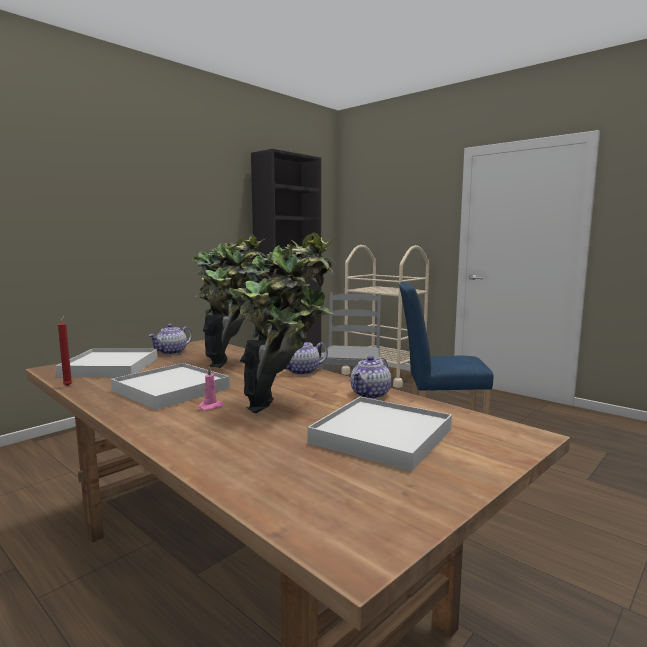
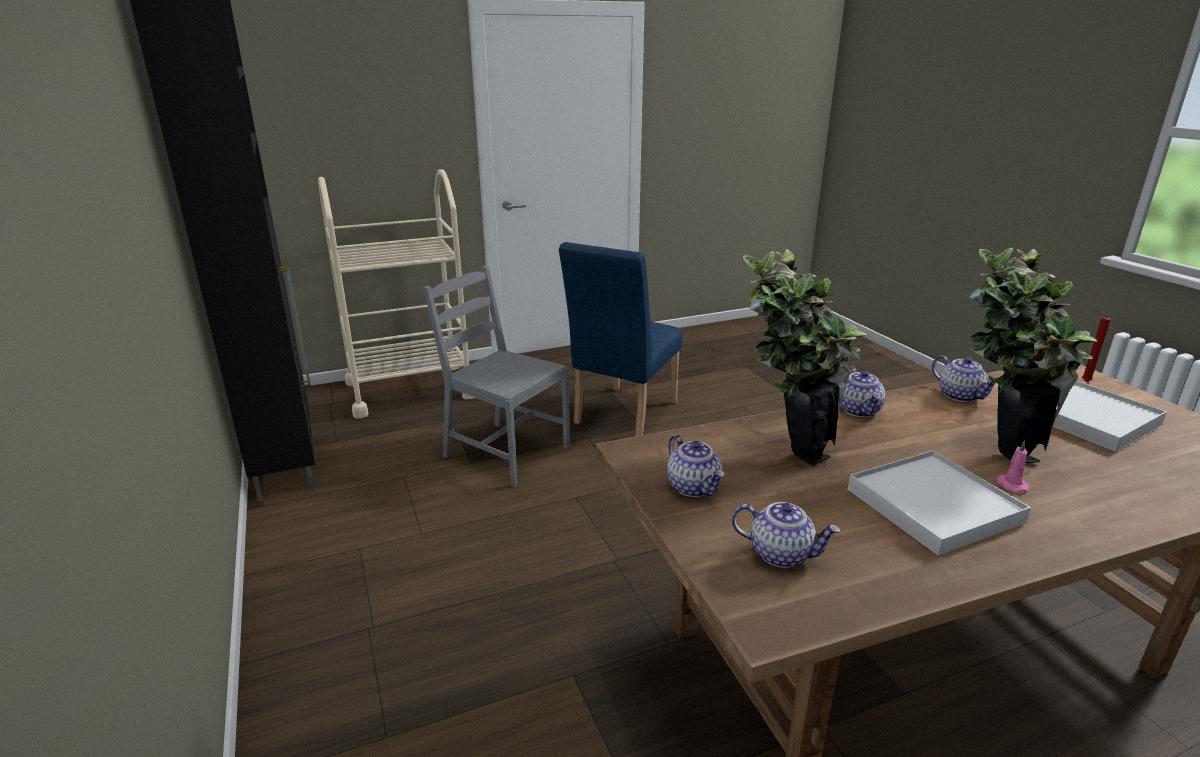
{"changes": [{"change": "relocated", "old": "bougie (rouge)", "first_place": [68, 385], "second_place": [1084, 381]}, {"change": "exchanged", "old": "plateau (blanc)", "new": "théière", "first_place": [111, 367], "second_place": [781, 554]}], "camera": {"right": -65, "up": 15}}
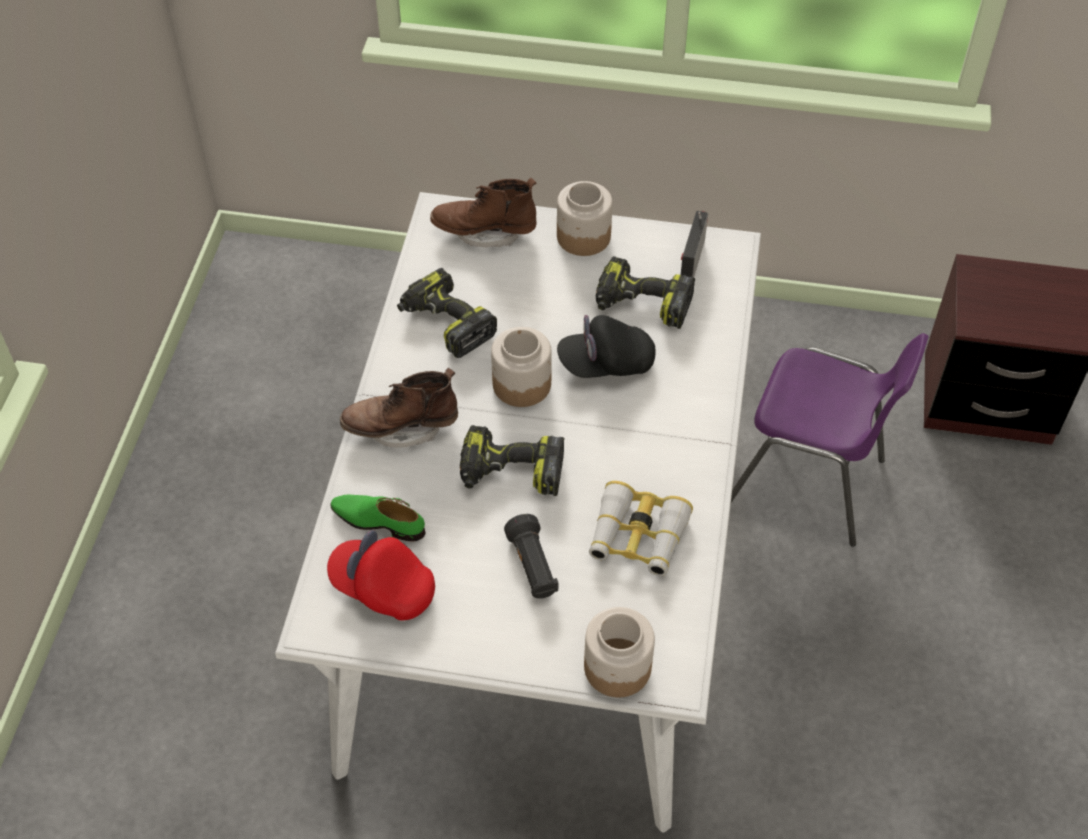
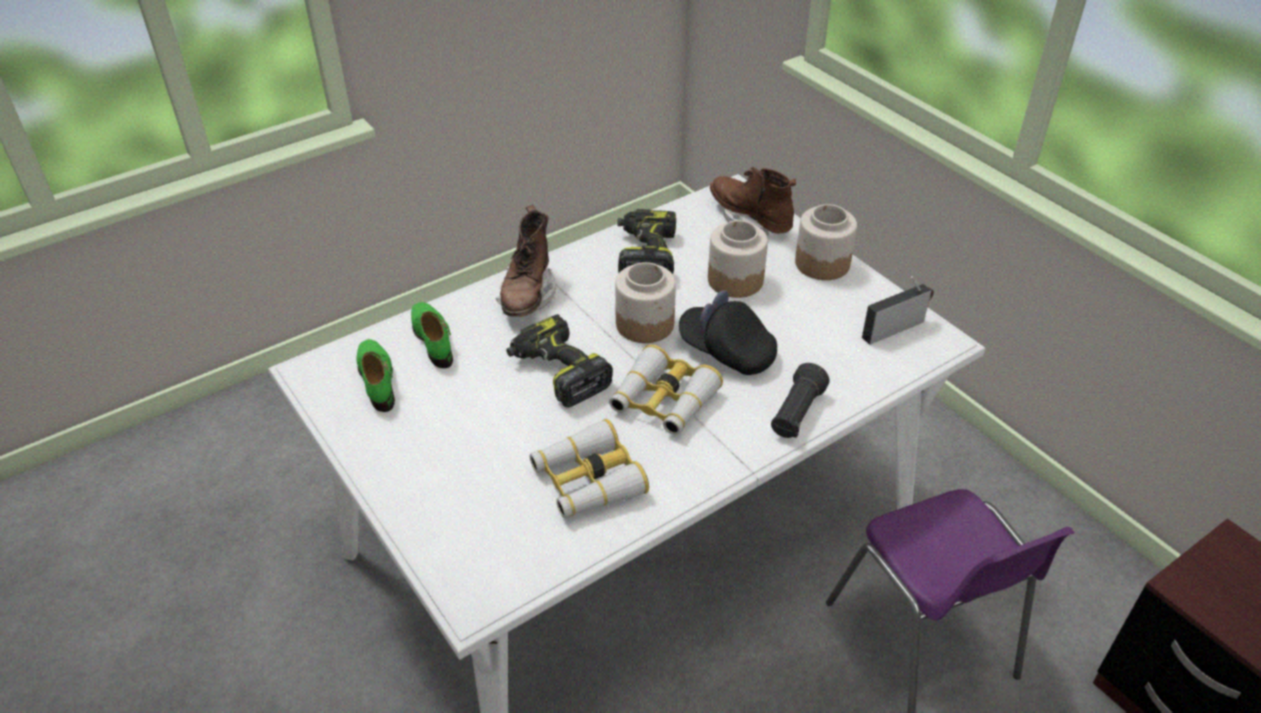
{"changes": [{"change": "missing", "old": "perceuse", "first_place": [641, 305]}, {"change": "spun", "old": "botte (marron)", "first_place": [401, 427], "second_place": [527, 296], "degrees": -120}, {"change": "relocated", "old": "lampe de poche (noir)", "first_place": [532, 567], "second_place": [796, 414]}, {"change": "exchanged", "old": "casquette (rouge)", "new": "chaussure (vert)", "first_place": [383, 588], "second_place": [377, 379]}, {"change": "relocated", "old": "bocal", "first_place": [616, 667], "second_place": [735, 280]}, {"change": "appeared", "new": "jumelles", "second_place": [663, 401]}], "camera": {"right": 45, "up": -10}}
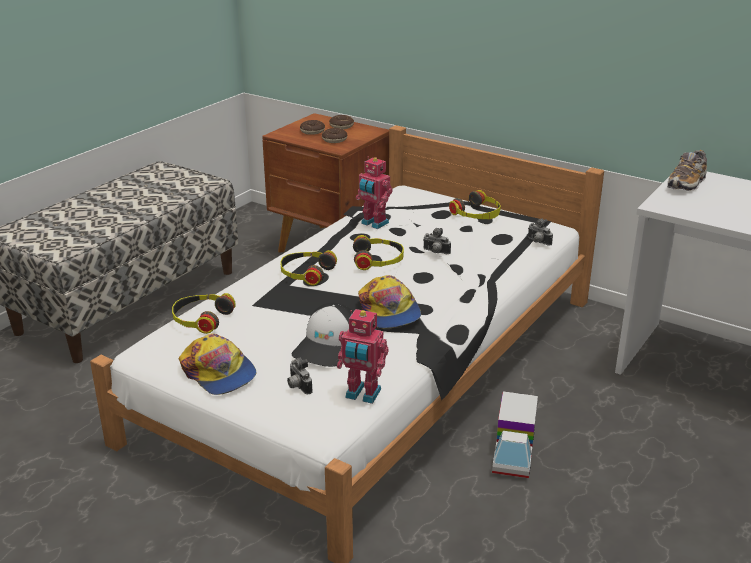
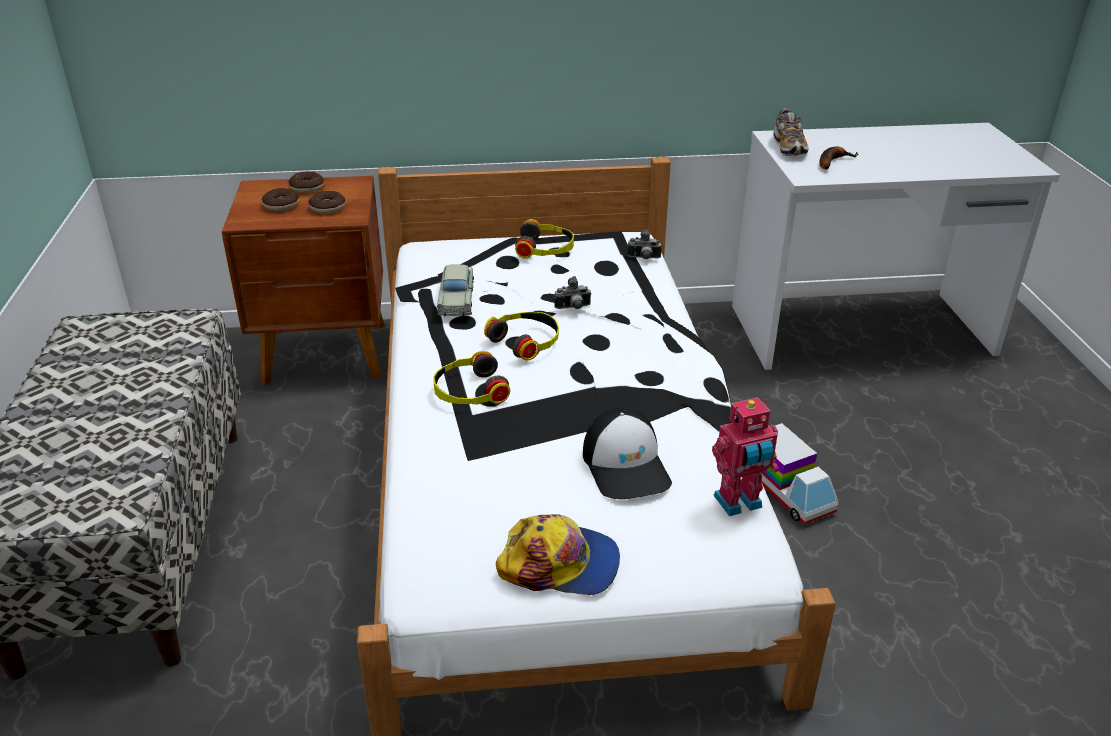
{"changes": [{"change": "exchanged", "old": "robot jouet", "new": "petite voiture (beige)", "first_place": [373, 223], "second_place": [457, 300]}, {"change": "missing", "old": "casquette", "first_place": [389, 311]}, {"change": "missing", "old": "casque audio", "first_place": [201, 319]}, {"change": "missing", "old": "appareil photo", "first_place": [297, 387]}, {"change": "appeared", "new": "banane", "second_place": [832, 161]}], "camera": {"right": -40, "up": 5}}
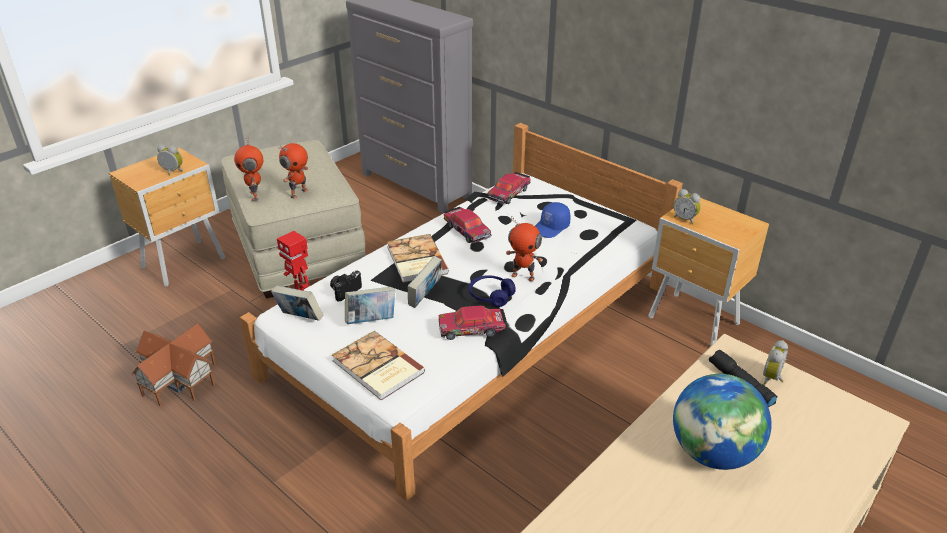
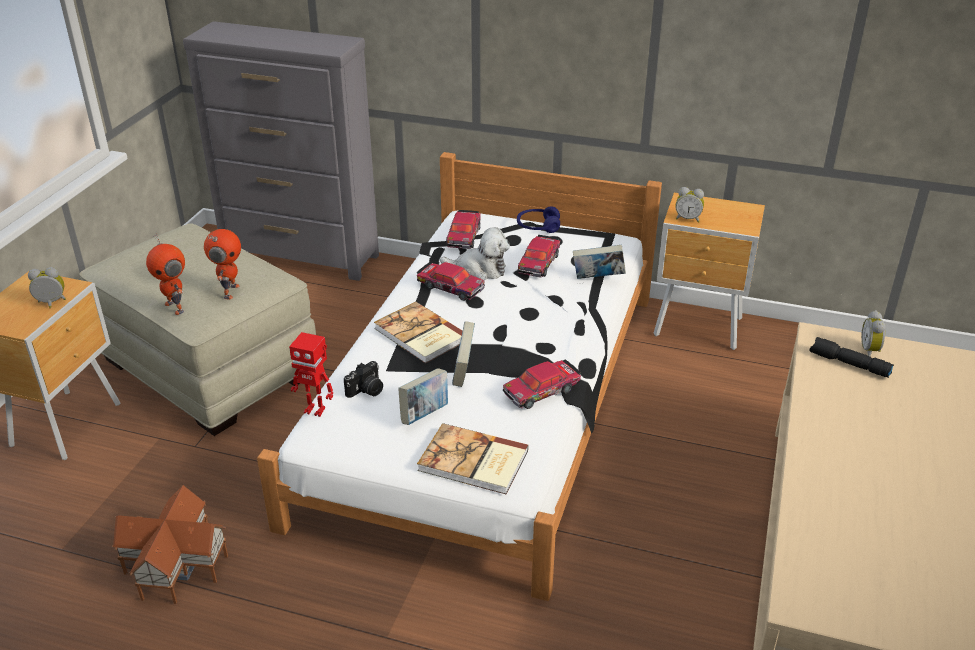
{"changes": [{"change": "exchanged", "old": "casquette (bleu)", "new": "petite voiture", "first_place": [551, 228], "second_place": [539, 262]}, {"change": "missing", "old": "robot jouet", "first_place": [523, 276]}, {"change": "spun", "old": "appareil photo", "first_place": [345, 291], "second_place": [366, 391], "degrees": -150}, {"change": "relocated", "old": "casque audio (bleu)", "first_place": [490, 296], "second_place": [538, 227]}, {"change": "relocated", "old": "livre", "first_place": [299, 318], "second_place": [597, 279]}, {"change": "missing", "old": "globe", "first_place": [713, 453]}, {"change": "appeared", "new": "peluche", "second_place": [479, 270]}], "camera": {"right": -25, "up": 0}}
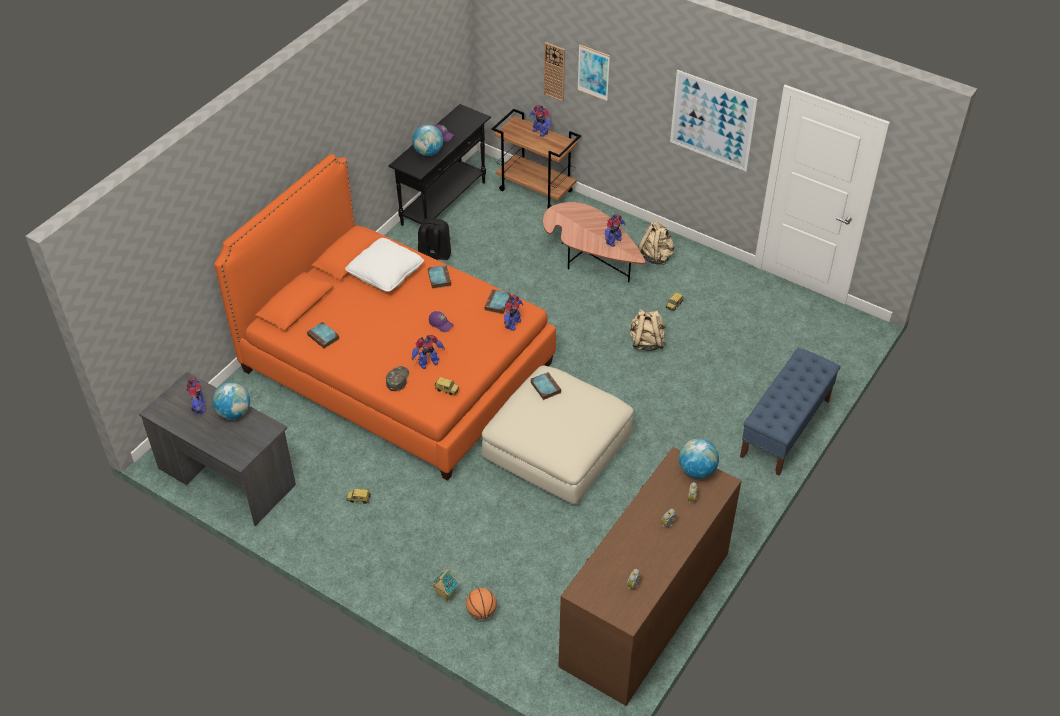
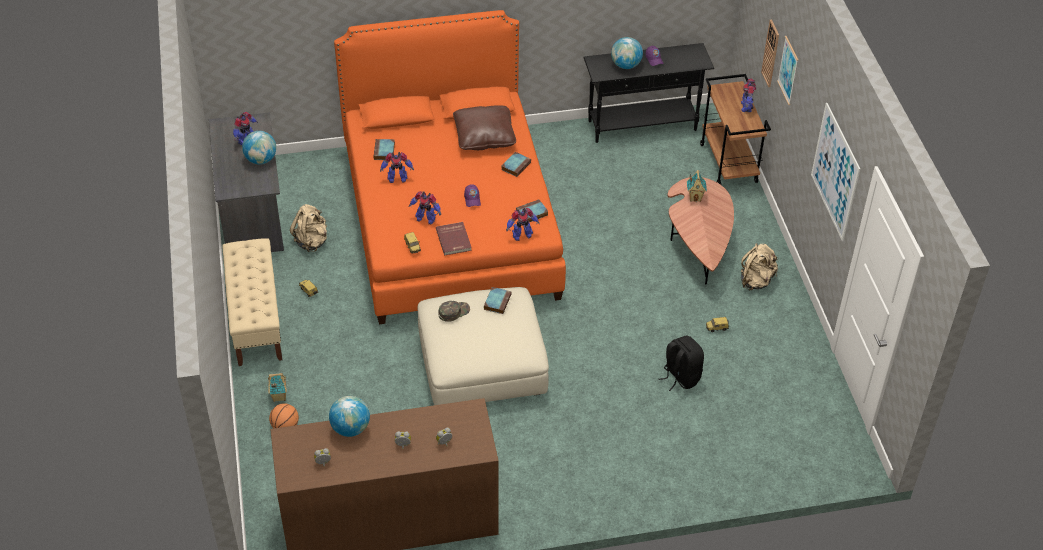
{"changes": [{"change": "relocated", "old": "robot jouet", "first_place": [613, 241], "second_place": [397, 178]}, {"change": "relocated", "old": "sac à dos (noir)", "first_place": [434, 256], "second_place": [680, 377]}, {"change": "colour", "old": "coussin (blanc)", "new": "coussin (marron)", "first_place": [385, 273], "second_place": [484, 136]}, {"change": "relocated", "old": "sac à dos (beige)", "first_place": [646, 342], "second_place": [311, 241]}, {"change": "missing", "old": "banc (bleu)", "first_place": [785, 428]}, {"change": "relocated", "old": "casquette (vert)", "first_place": [397, 379], "second_place": [453, 312]}, {"change": "relocated", "old": "globe", "first_place": [697, 470], "second_place": [350, 428]}, {"change": "appeared", "new": "maison miniature", "second_place": [695, 197]}, {"change": "appeared", "new": "livre (rouge)", "second_place": [454, 240]}, {"change": "appeared", "new": "banc (beige)", "second_place": [256, 319]}], "camera": {"right": 45, "up": 0}}
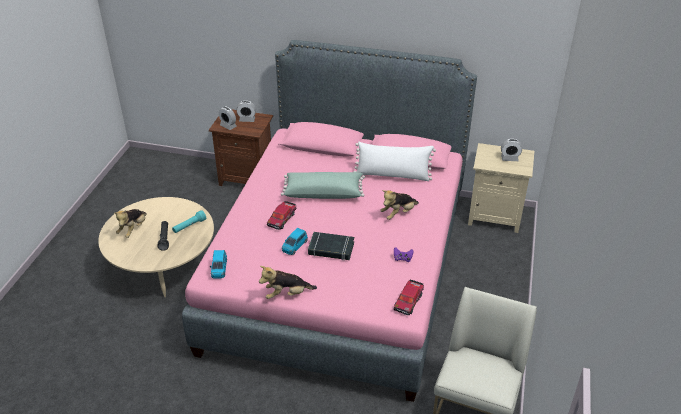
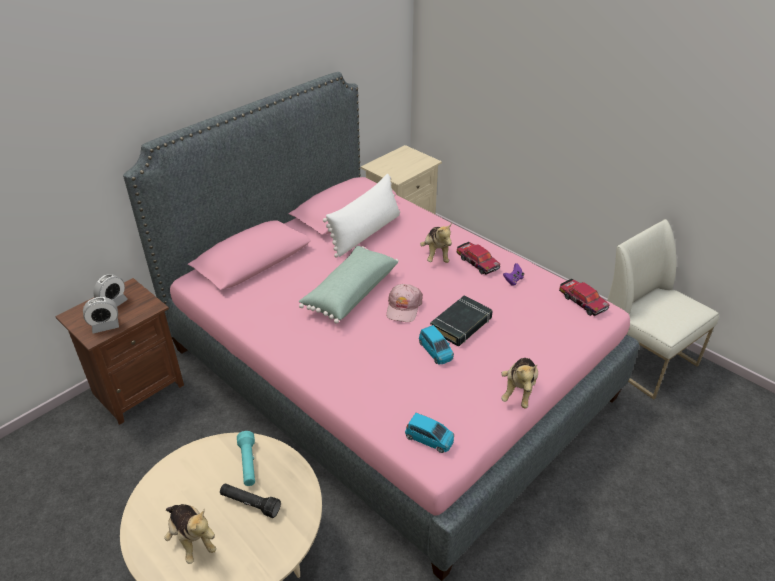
{"changes": [{"change": "missing", "old": "réveil", "first_place": [509, 158]}, {"change": "relocated", "old": "petite voiture", "first_place": [282, 218], "second_place": [477, 262]}, {"change": "appeared", "new": "casquette (rose)", "second_place": [403, 307]}], "camera": {"right": -60, "up": 0}}
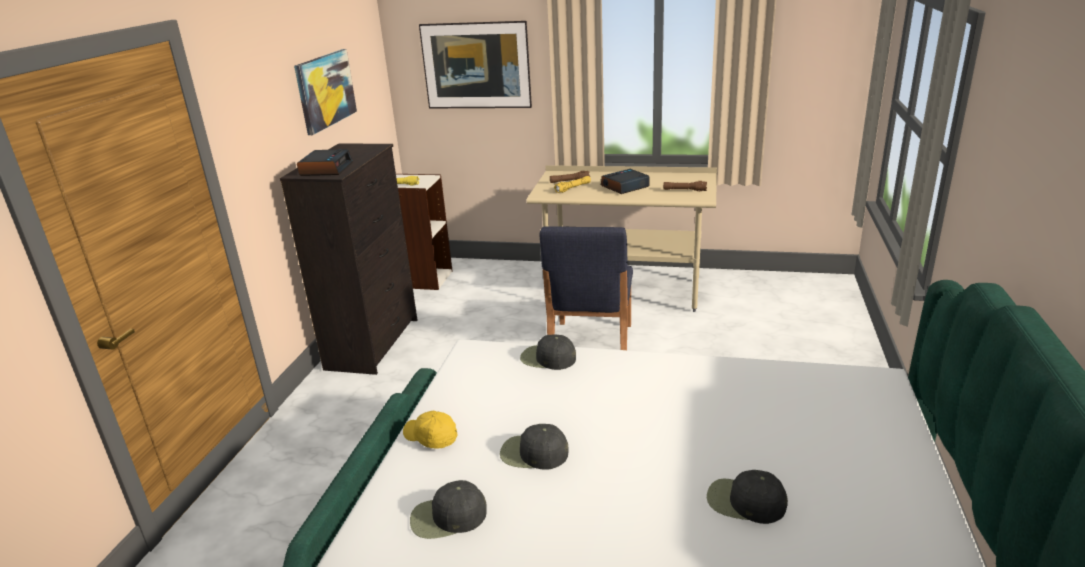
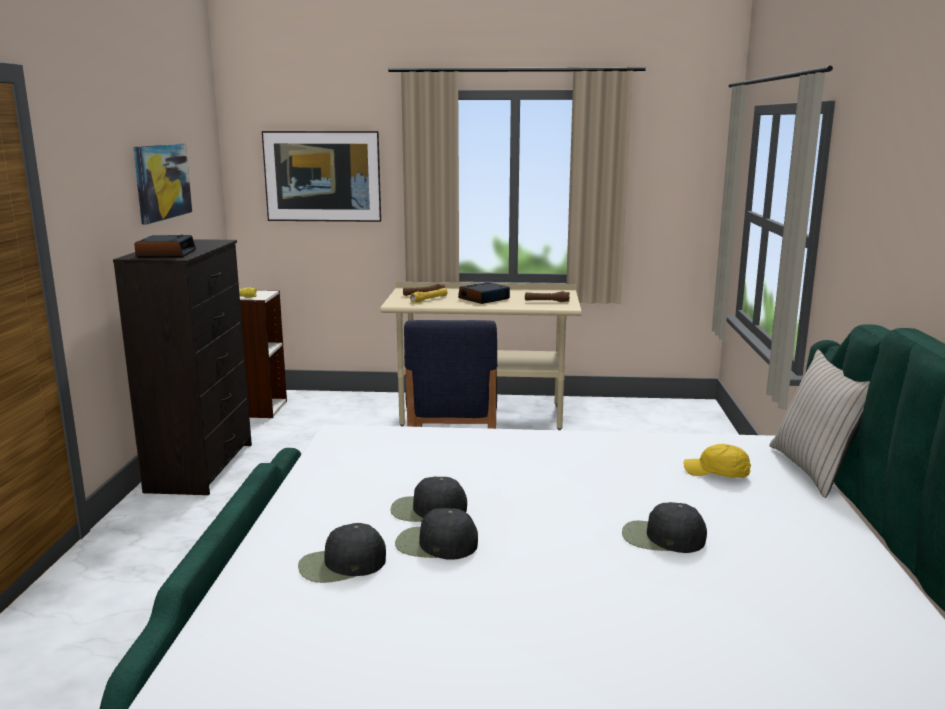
{"changes": [{"change": "relocated", "old": "casquette (noir)", "first_place": [547, 358], "second_place": [435, 544]}, {"change": "relocated", "old": "casquette (jaune)", "first_place": [431, 438], "second_place": [717, 473]}, {"change": "appeared", "new": "coussin (beige)", "second_place": [814, 470]}], "camera": {"right": -10, "up": -10}}
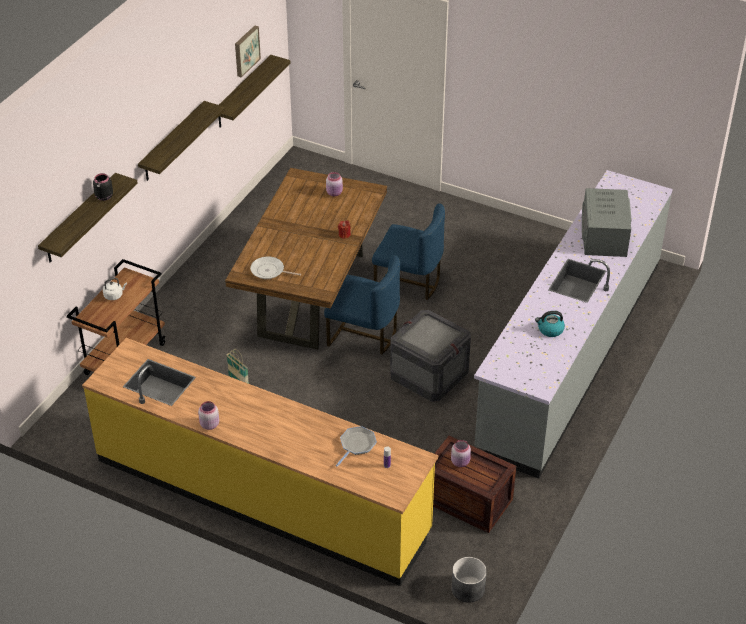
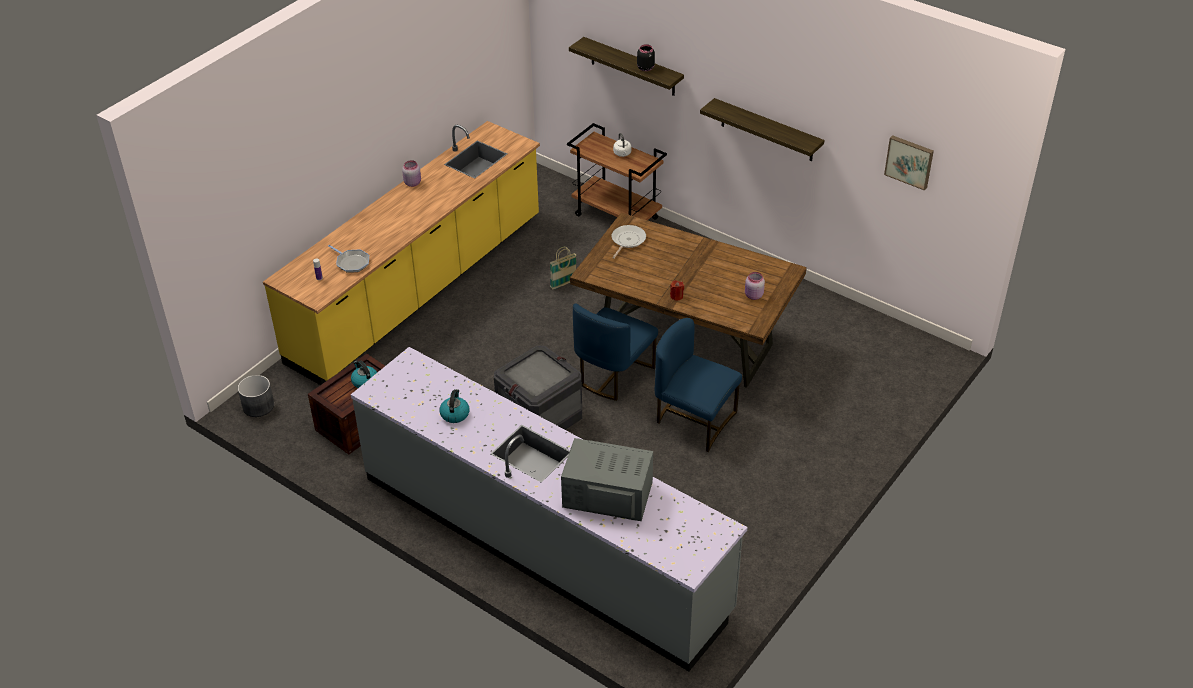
{"changes": [{"change": "missing", "old": "étagère", "first_place": [242, 92]}, {"change": "spun", "old": "chaise (bleu)", "first_place": [408, 282], "second_place": [694, 420], "degrees": 90}, {"change": "exchanged", "old": "bocal (rose)", "new": "bouilloire", "first_place": [461, 462], "second_place": [364, 381]}], "camera": {"right": 100, "up": 0}}
